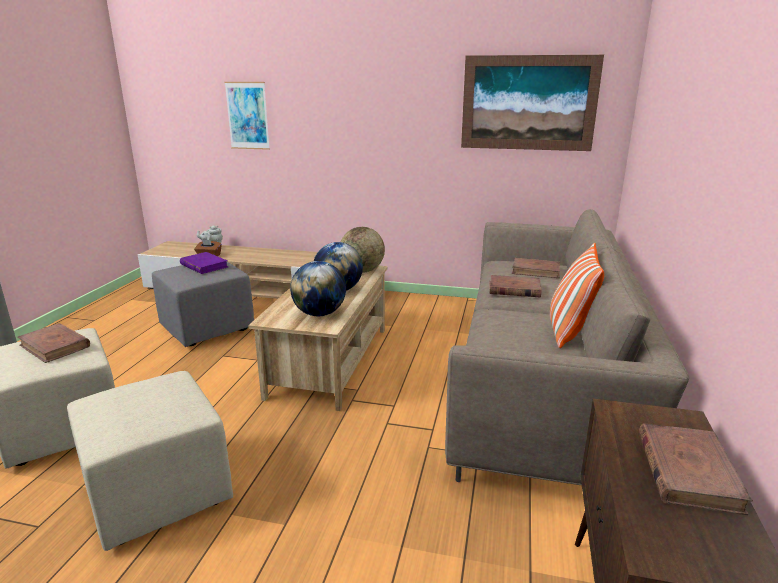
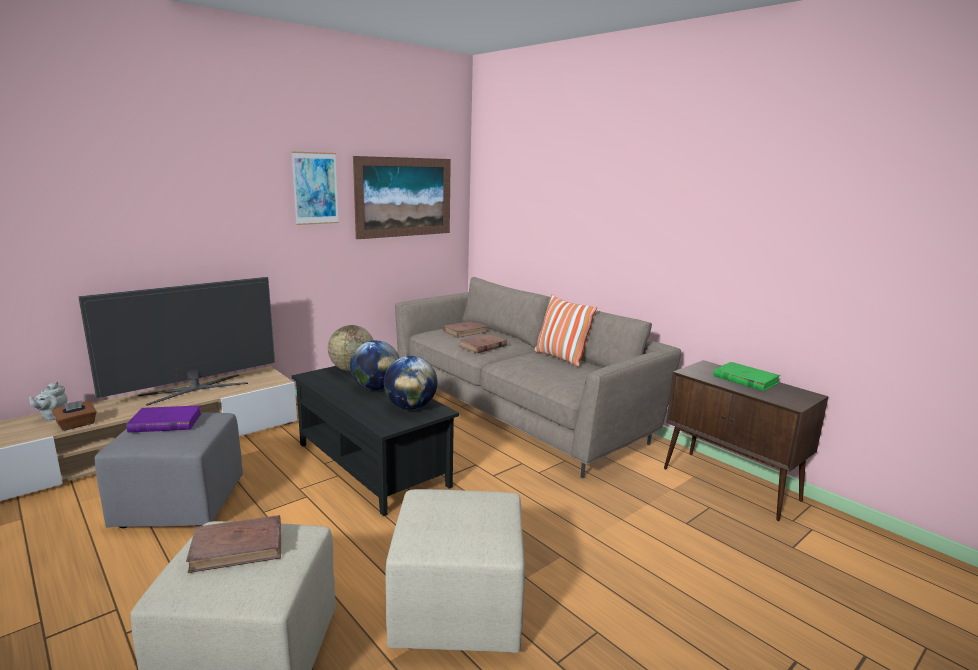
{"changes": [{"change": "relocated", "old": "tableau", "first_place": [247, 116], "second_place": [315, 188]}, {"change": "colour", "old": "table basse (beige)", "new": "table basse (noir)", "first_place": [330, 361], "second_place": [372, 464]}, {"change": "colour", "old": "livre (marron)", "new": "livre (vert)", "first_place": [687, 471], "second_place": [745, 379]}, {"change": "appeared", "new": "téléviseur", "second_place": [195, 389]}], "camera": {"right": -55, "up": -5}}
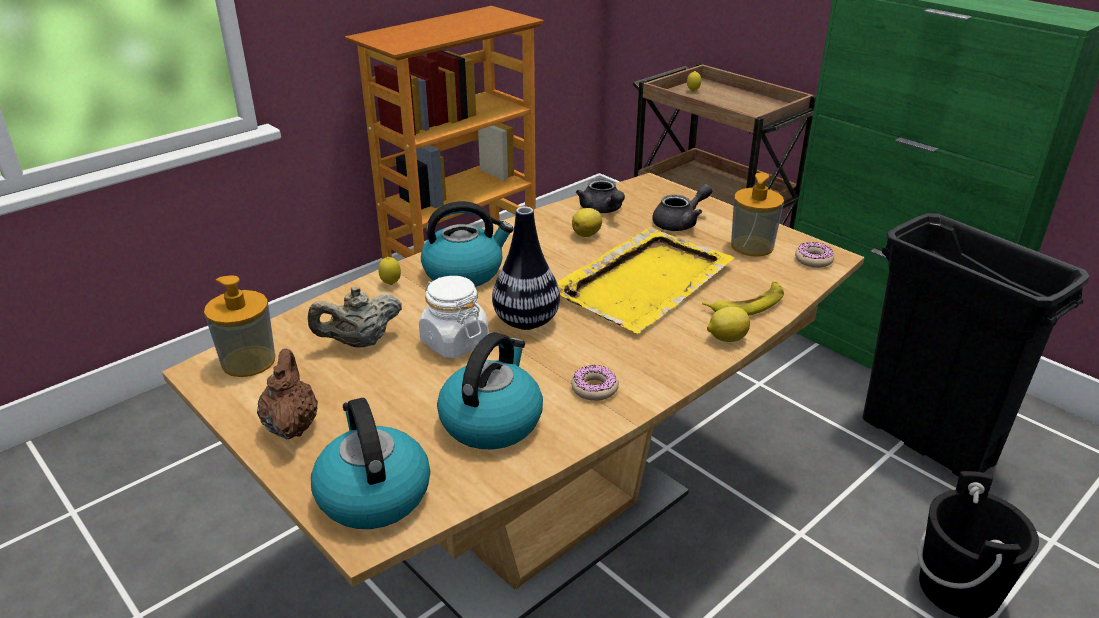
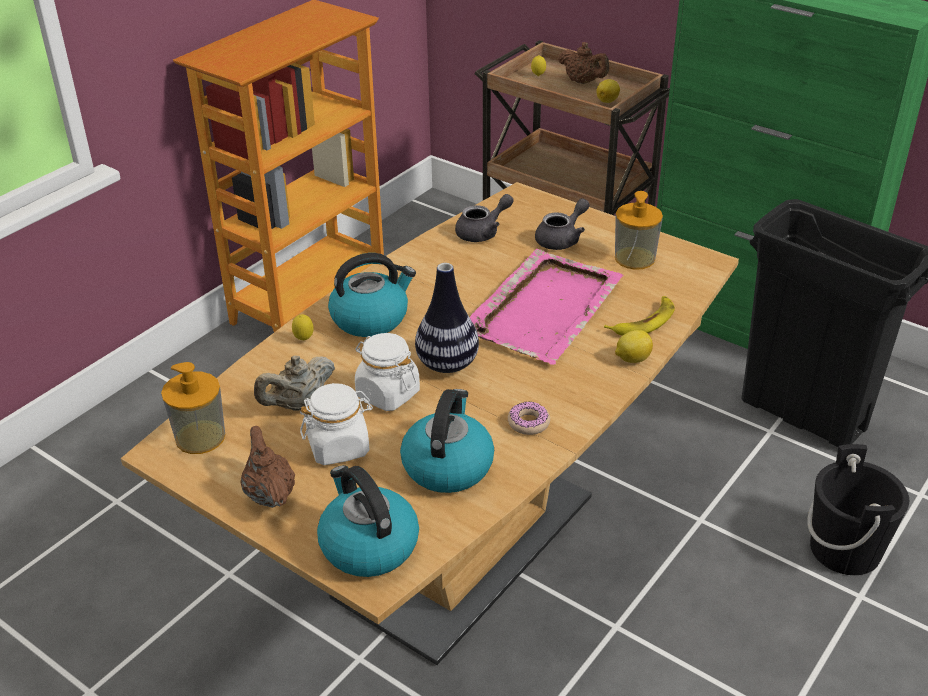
{"changes": [{"change": "spun", "old": "théière (gris)", "first_place": [602, 210], "second_place": [483, 232], "degrees": -90}, {"change": "relocated", "old": "citron", "first_place": [587, 234], "second_place": [608, 101]}, {"change": "colour", "old": "plateau (jaune)", "new": "plateau (rose)", "first_place": [645, 282], "second_place": [545, 308]}, {"change": "missing", "old": "beignet", "first_place": [813, 260]}, {"change": "appeared", "new": "théière (marron)", "second_place": [583, 82]}, {"change": "appeared", "new": "bocal (blanc)", "second_place": [339, 447]}], "camera": {"right": -10, "up": 5}}
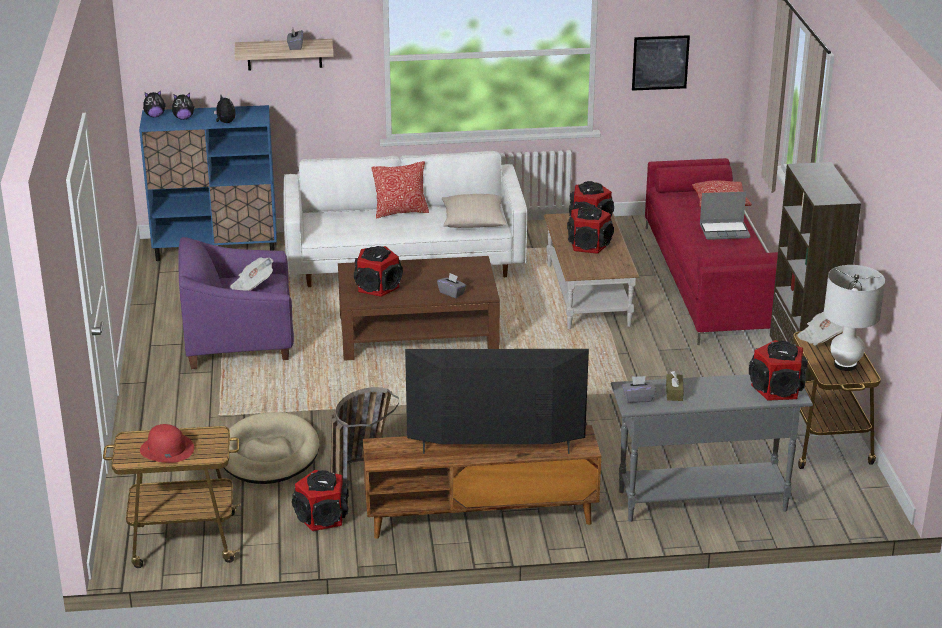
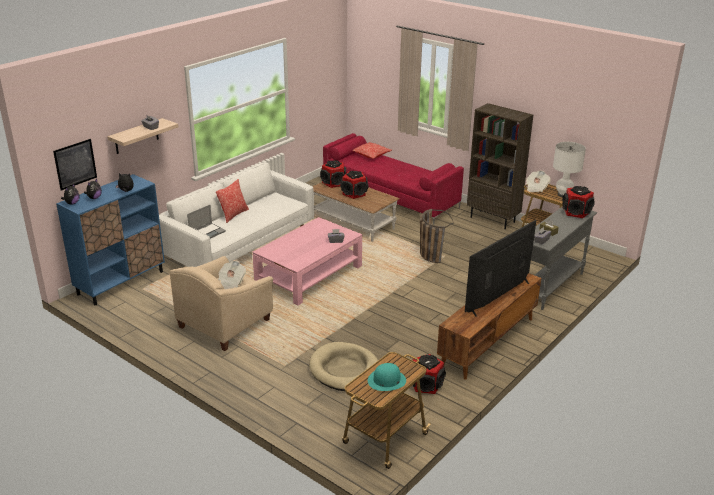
{"changes": [{"change": "relocated", "old": "tableau", "first_place": [660, 62], "second_place": [75, 164]}, {"change": "relocated", "old": "ordinateur portable", "first_place": [725, 231], "second_place": [207, 233]}, {"change": "missing", "old": "coussin (beige)", "first_place": [473, 222]}, {"change": "colour", "old": "fauteuil (violet)", "new": "fauteuil (beige)", "first_place": [239, 342], "second_place": [225, 324]}, {"change": "missing", "old": "enceinte", "first_place": [378, 287]}, {"change": "colour", "old": "table basse (marron)", "new": "table basse (rose)", "first_place": [418, 333], "second_place": [309, 275]}, {"change": "relocated", "old": "panier", "first_place": [360, 467], "second_place": [429, 253]}, {"change": "colour", "old": "chapeau (rouge)", "new": "chapeau (turquoise)", "first_place": [166, 449], "second_place": [386, 380]}], "camera": {"right": -45, "up": 0}}
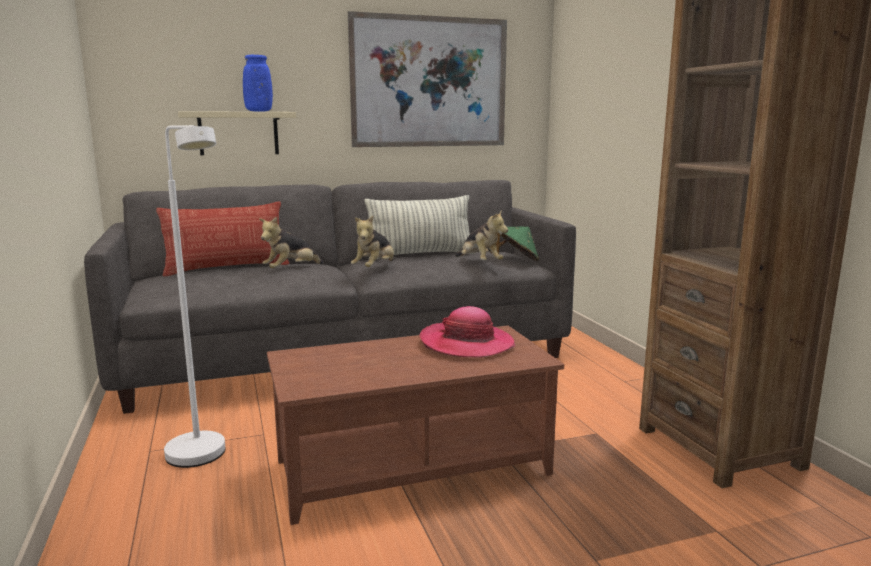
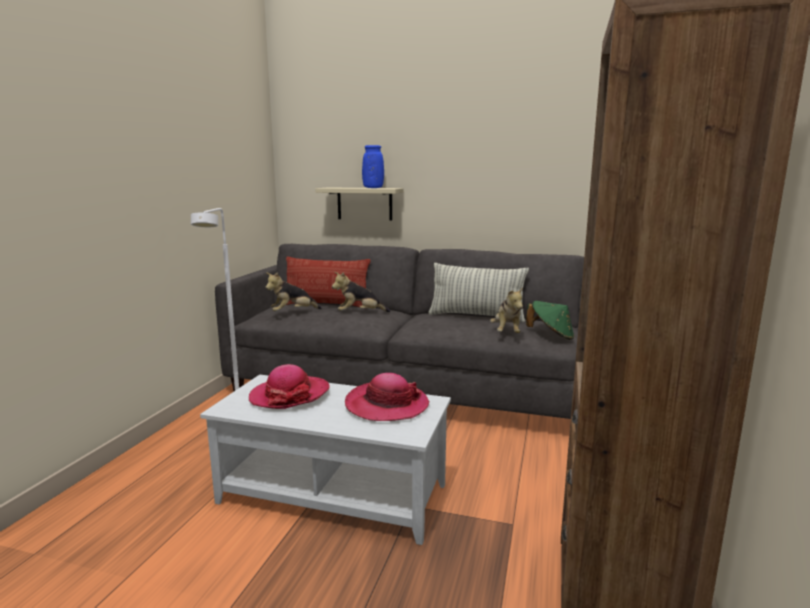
{"changes": [{"change": "missing", "old": "tableau", "first_place": [430, 82]}, {"change": "relocated", "old": "peluche", "first_place": [375, 268], "second_place": [293, 313]}, {"change": "colour", "old": "table basse (marron)", "new": "table basse (blanc)", "first_place": [412, 466], "second_place": [334, 493]}, {"change": "appeared", "new": "chapeau", "second_place": [289, 395]}], "camera": {"right": 35, "up": 0}}
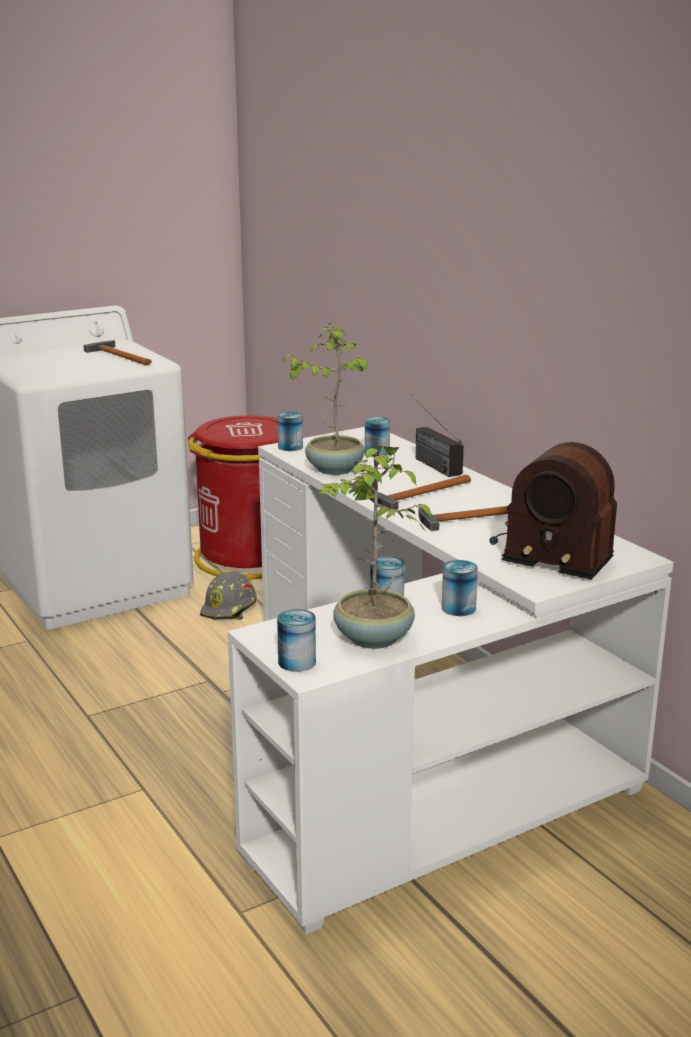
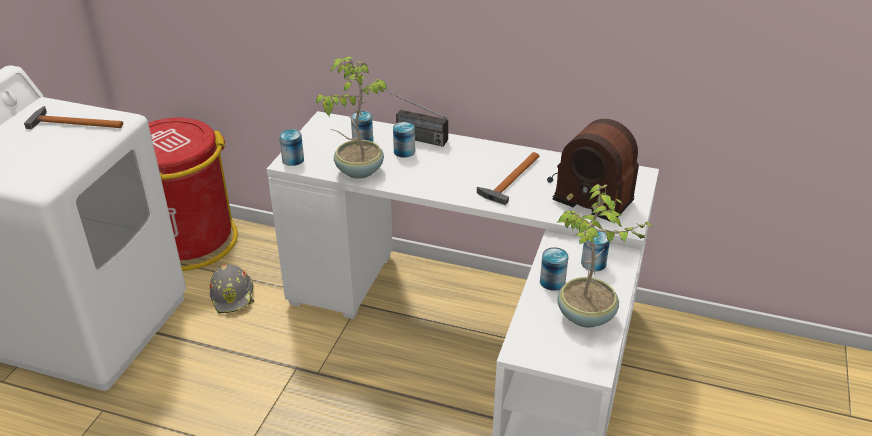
{"changes": [{"change": "spun", "old": "radio", "first_place": [550, 549], "second_place": [590, 189], "degrees": 45}, {"change": "missing", "old": "marteau", "first_place": [418, 494]}, {"change": "relocated", "old": "boîte métallique", "first_place": [297, 662], "second_place": [404, 151]}], "camera": {"right": -40, "up": 15}}
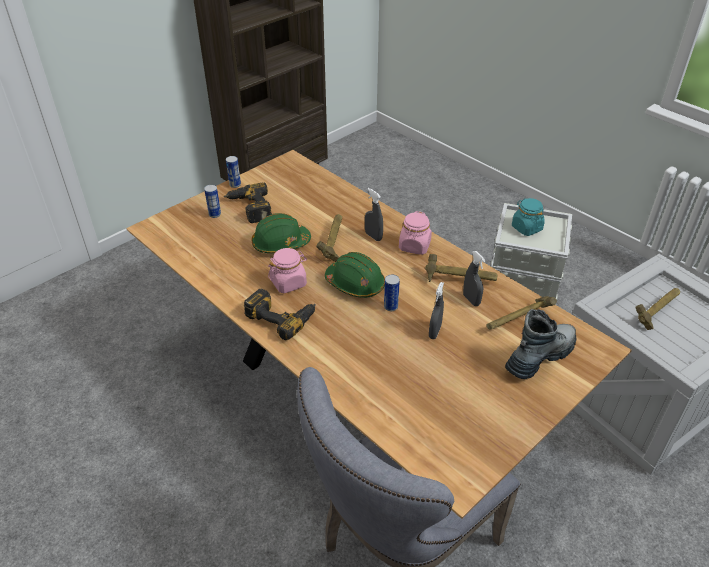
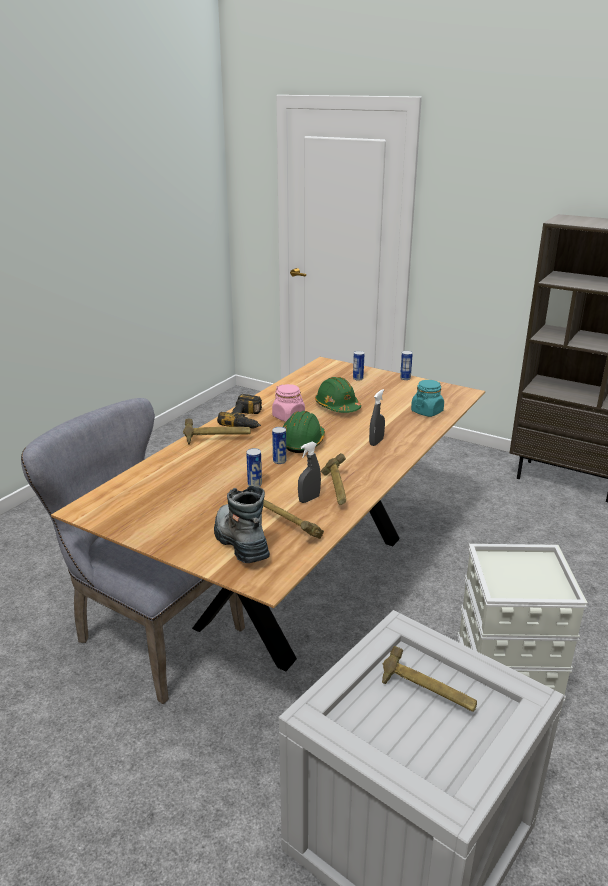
{"changes": [{"change": "missing", "old": "perceuse", "first_place": [249, 208]}, {"change": "relocated", "old": "bocal (turquoise)", "first_place": [526, 228], "second_place": [427, 411]}, {"change": "missing", "old": "bocal (rose)", "first_place": [414, 246]}, {"change": "relocated", "old": "marteau", "first_place": [333, 243], "second_place": [217, 440]}, {"change": "exchanged", "old": "vaporisateur (gris)", "new": "boîte métallique", "first_place": [434, 332], "second_place": [254, 484]}, {"change": "spun", "old": "botte", "first_place": [540, 356], "second_place": [240, 542], "degrees": -150}], "camera": {"right": 75, "up": -15}}
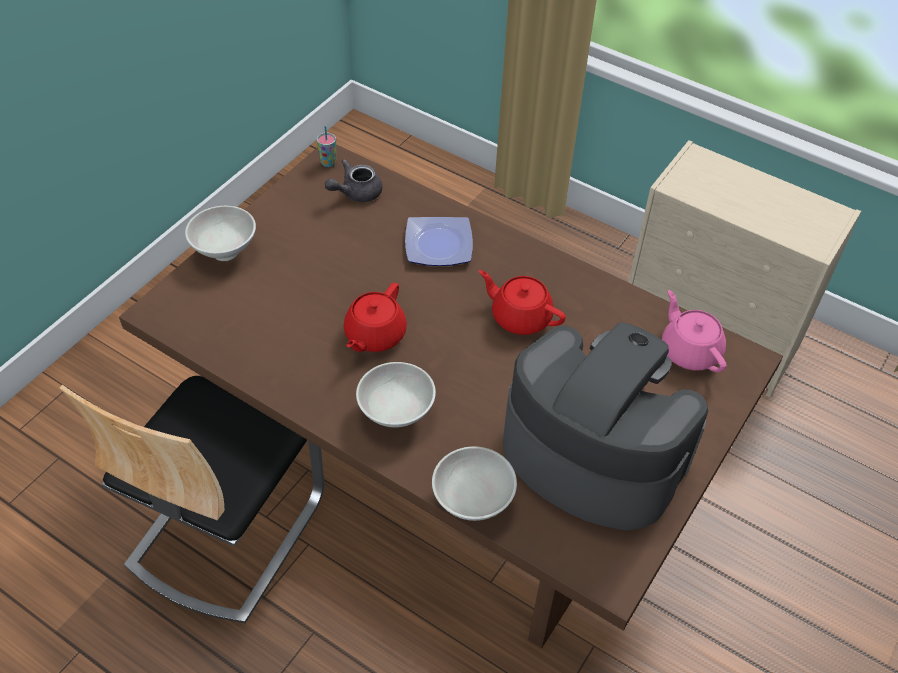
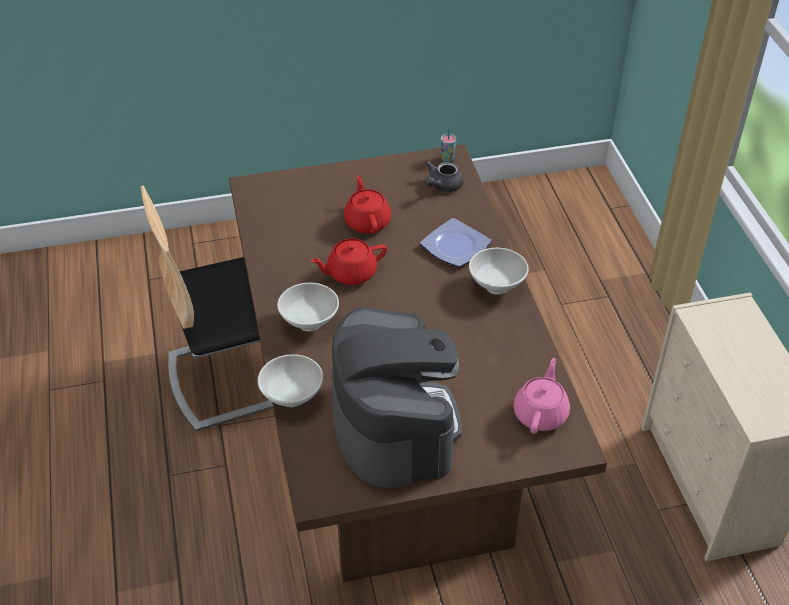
{"changes": [{"change": "spun", "old": "théière (gris)", "first_place": [356, 193], "second_place": [442, 186], "degrees": -60}, {"change": "relocated", "old": "bol (blanc)", "first_place": [223, 252], "second_place": [495, 286]}, {"change": "relocated", "old": "théière (rouge)", "first_place": [520, 316], "second_place": [367, 221]}], "camera": {"right": 45, "up": -5}}
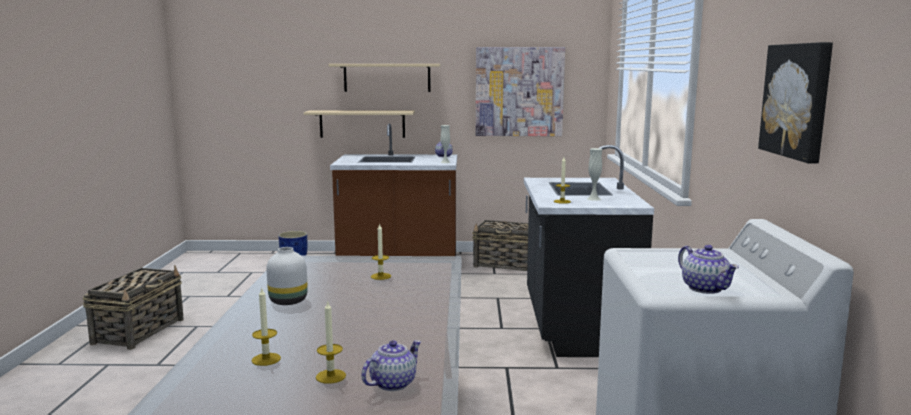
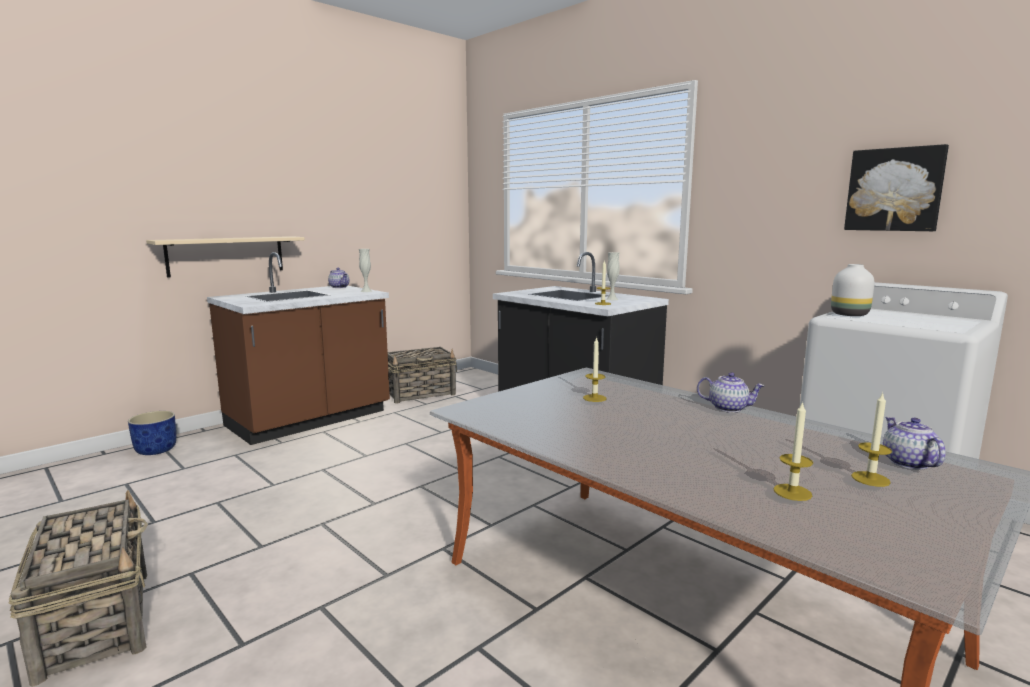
{"changes": [{"change": "missing", "old": "tableau", "first_place": [519, 91]}, {"change": "missing", "old": "étagère (beige)", "first_place": [387, 77]}, {"change": "relocated", "old": "théière", "first_place": [706, 288], "second_place": [728, 408]}, {"change": "relocated", "old": "vase (blanc)", "first_place": [289, 301], "second_place": [849, 315]}], "camera": {"right": -45, "up": 0}}
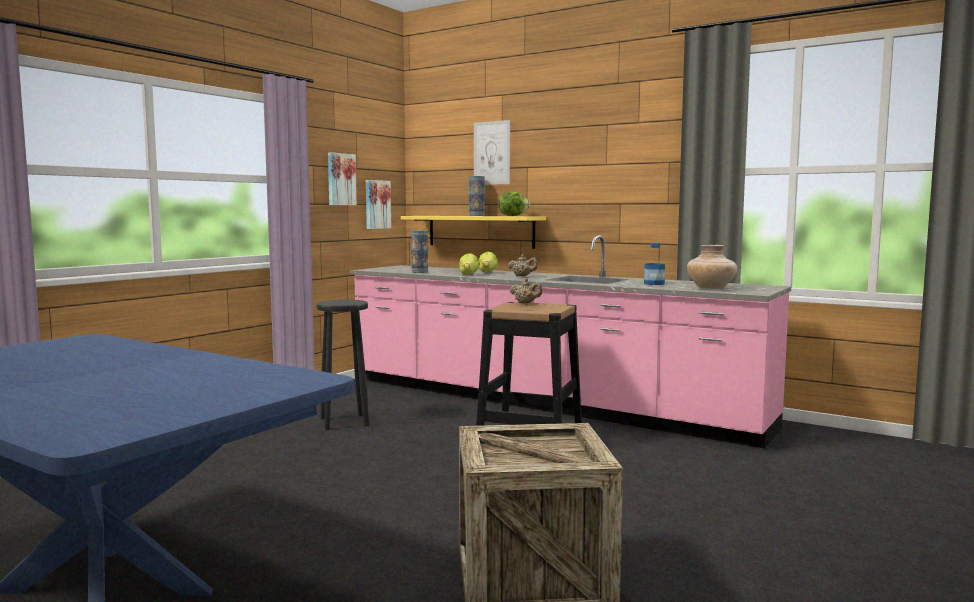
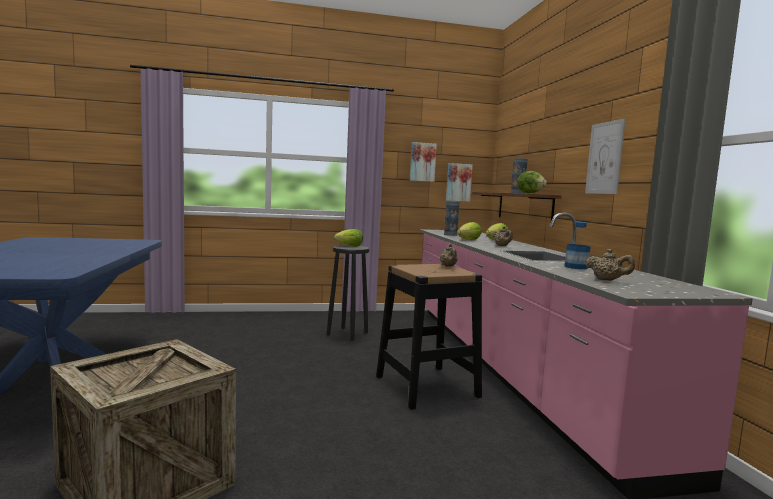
{"changes": [{"change": "relocated", "old": "tableau", "first_place": [492, 153], "second_place": [604, 158]}, {"change": "colour", "old": "étagère (jaune)", "new": "étagère (marron)", "first_place": [480, 231], "second_place": [524, 207]}, {"change": "exchanged", "old": "vase (beige)", "new": "théière (beige)", "first_place": [711, 288], "second_place": [607, 280]}, {"change": "appeared", "new": "laitue", "second_place": [350, 246]}], "camera": {"right": 45, "up": 0}}
